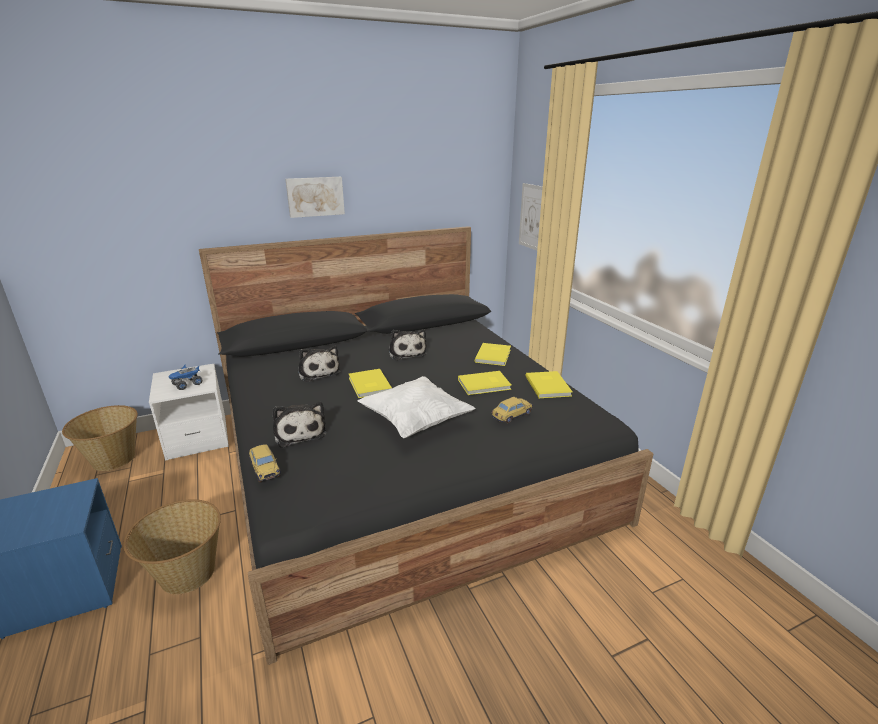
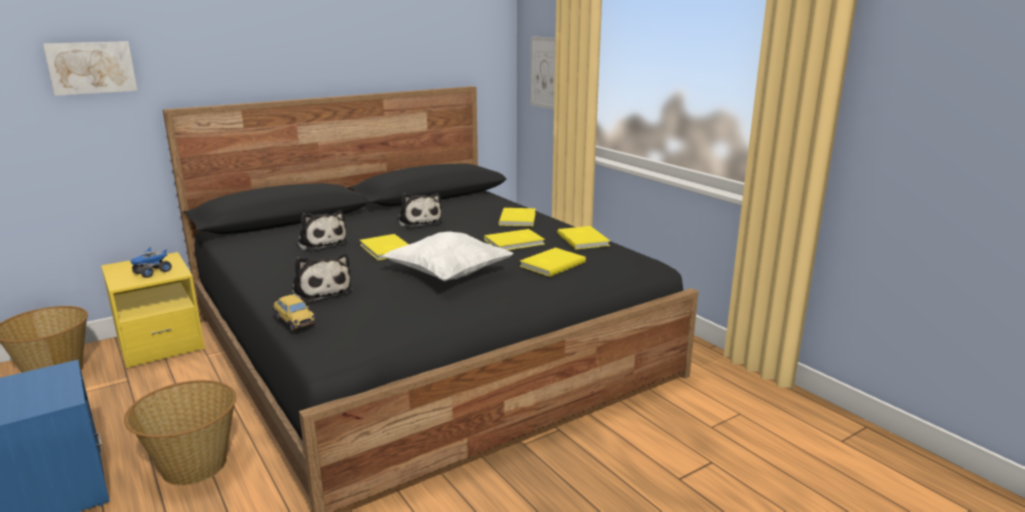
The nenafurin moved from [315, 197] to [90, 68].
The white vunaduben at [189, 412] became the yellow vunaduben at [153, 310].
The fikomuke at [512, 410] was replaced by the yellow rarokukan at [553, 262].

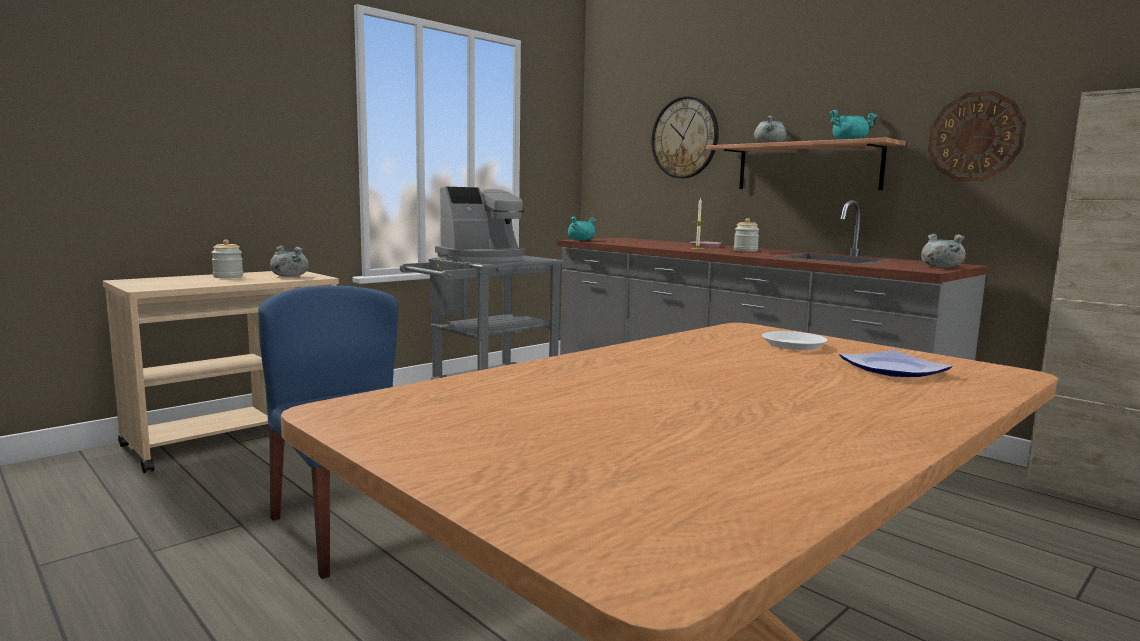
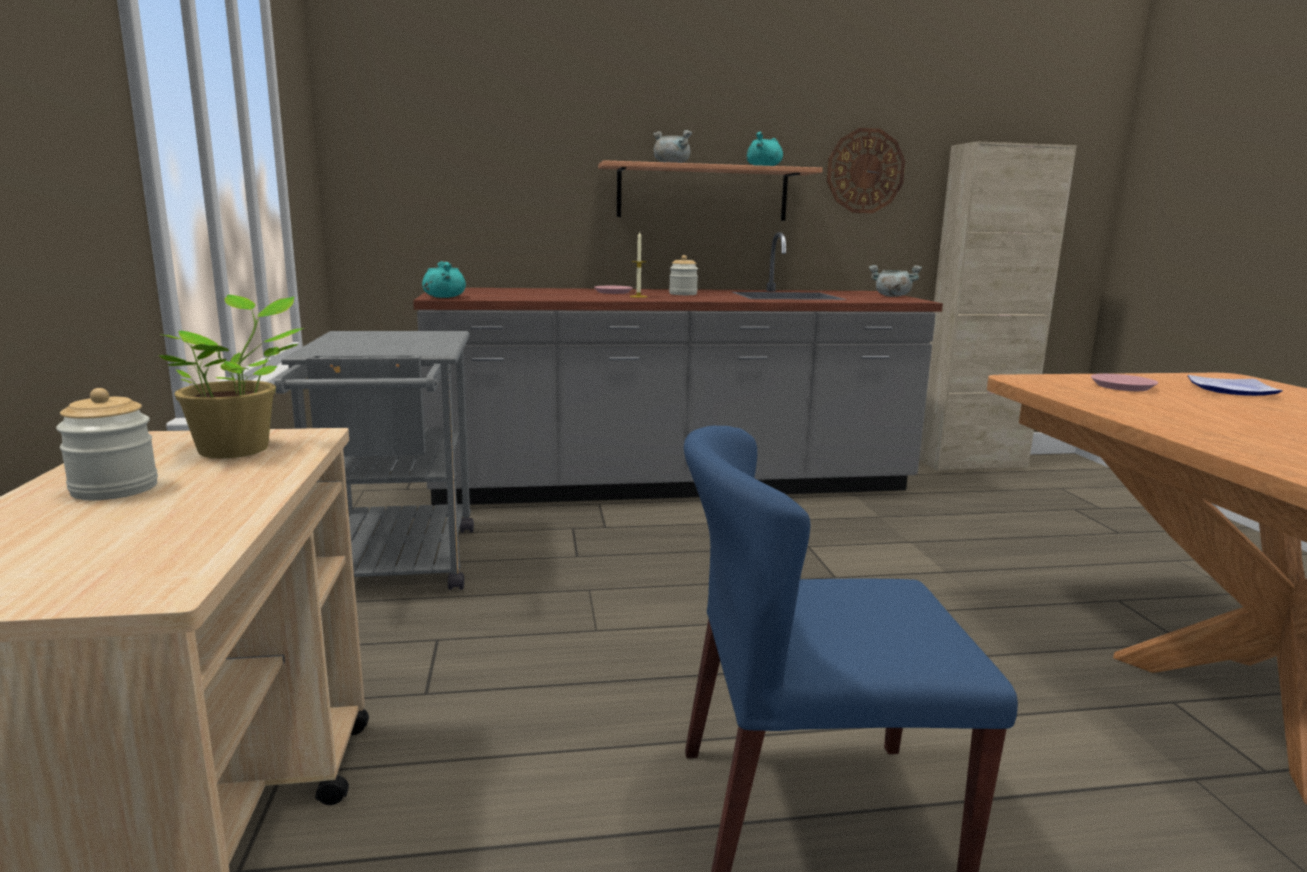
The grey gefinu at [289, 261] was replaced by the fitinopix at [231, 377].
The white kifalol at [794, 340] became the pink kifalol at [1124, 382].
The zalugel at [480, 224] disappeared.
The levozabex at [685, 137] disappeared.

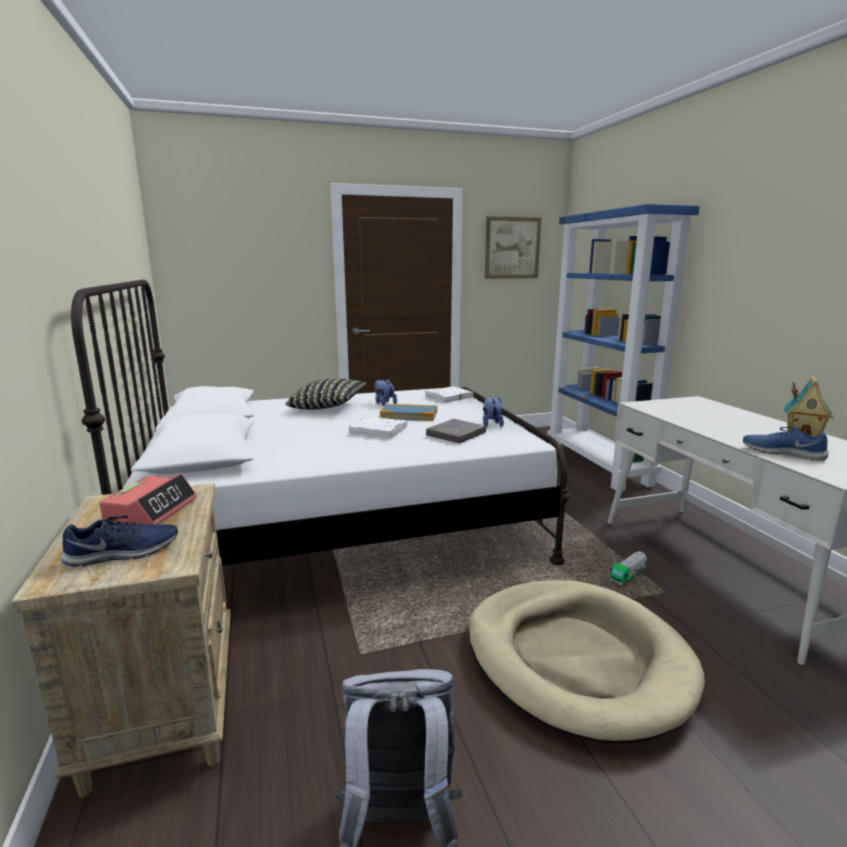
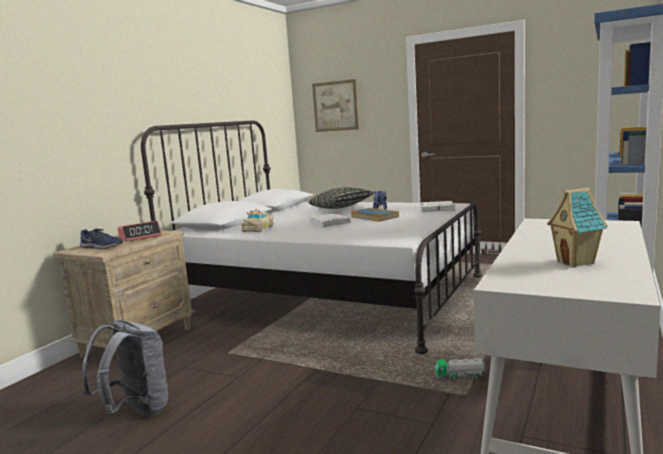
The beige fikomuke at [257, 220] appeared.
The nenafurin moved from [513, 247] to [335, 105].
The grey rarokukan at [456, 431] disappeared.
The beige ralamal at [586, 661] disappeared.
The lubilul at [493, 412] disappeared.
The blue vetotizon at [786, 444] disappeared.

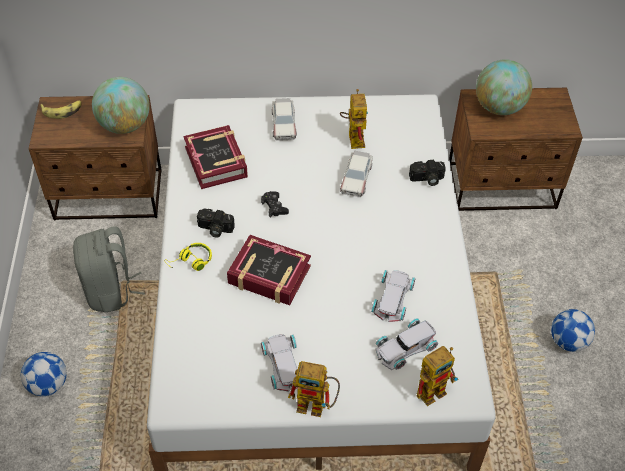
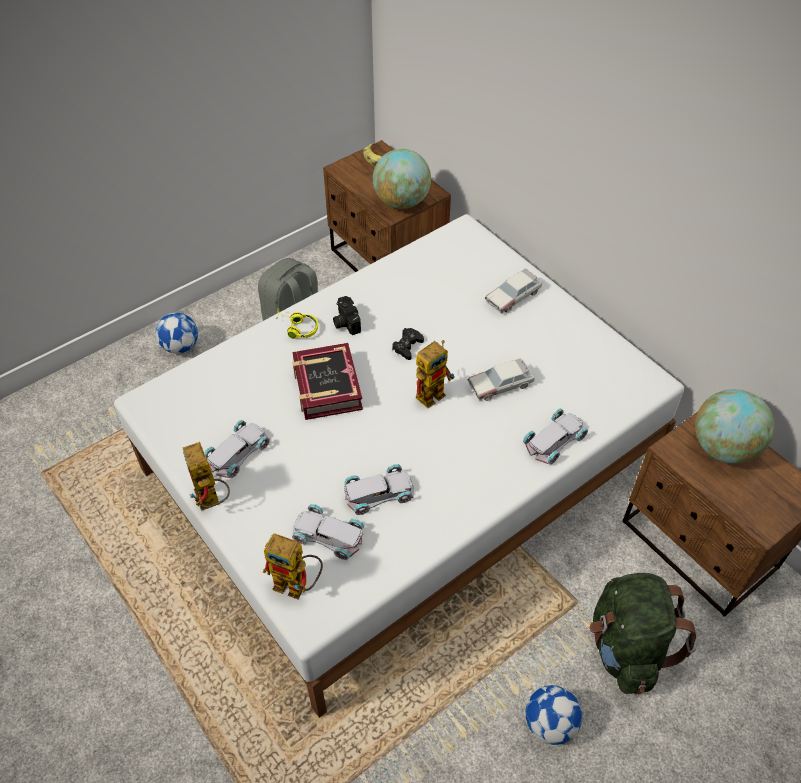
The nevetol moved from [354, 119] to [435, 374].
The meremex at [427, 173] was replaced by the white fikomuke at [555, 436].
The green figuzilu at [642, 633] appeared.
The rarokukan at [215, 157] disappeared.

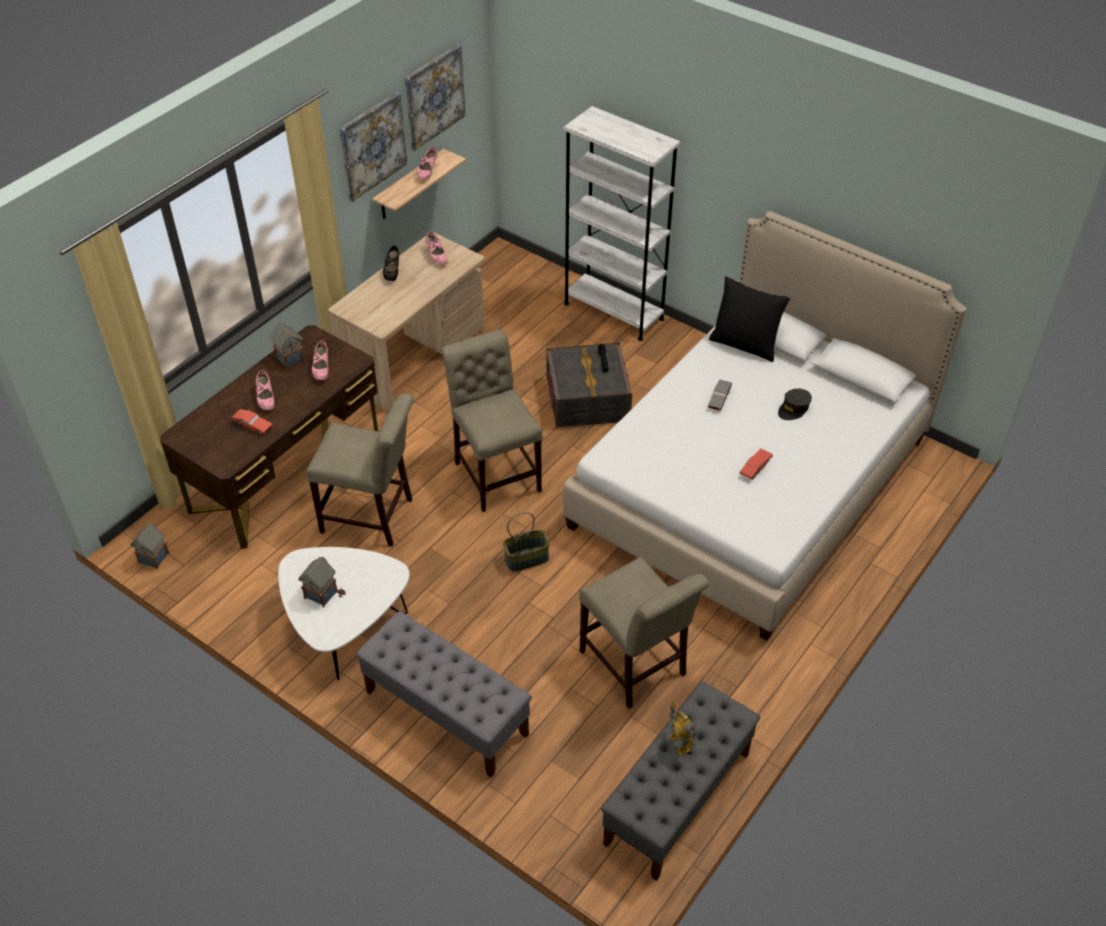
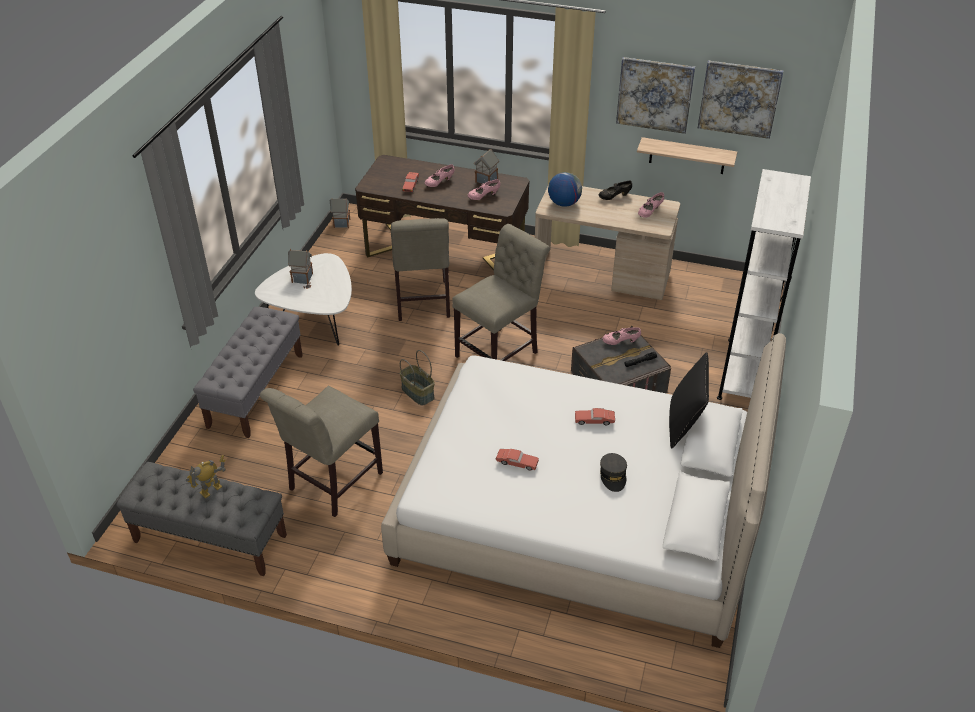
The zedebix at [565, 189] appeared.
The grey fikomuke at [720, 395] became the red fikomuke at [595, 416].
The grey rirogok at [795, 404] turned 120 degrees counterclockwise.
The pink vetotizon moved from [427, 163] to [621, 336].

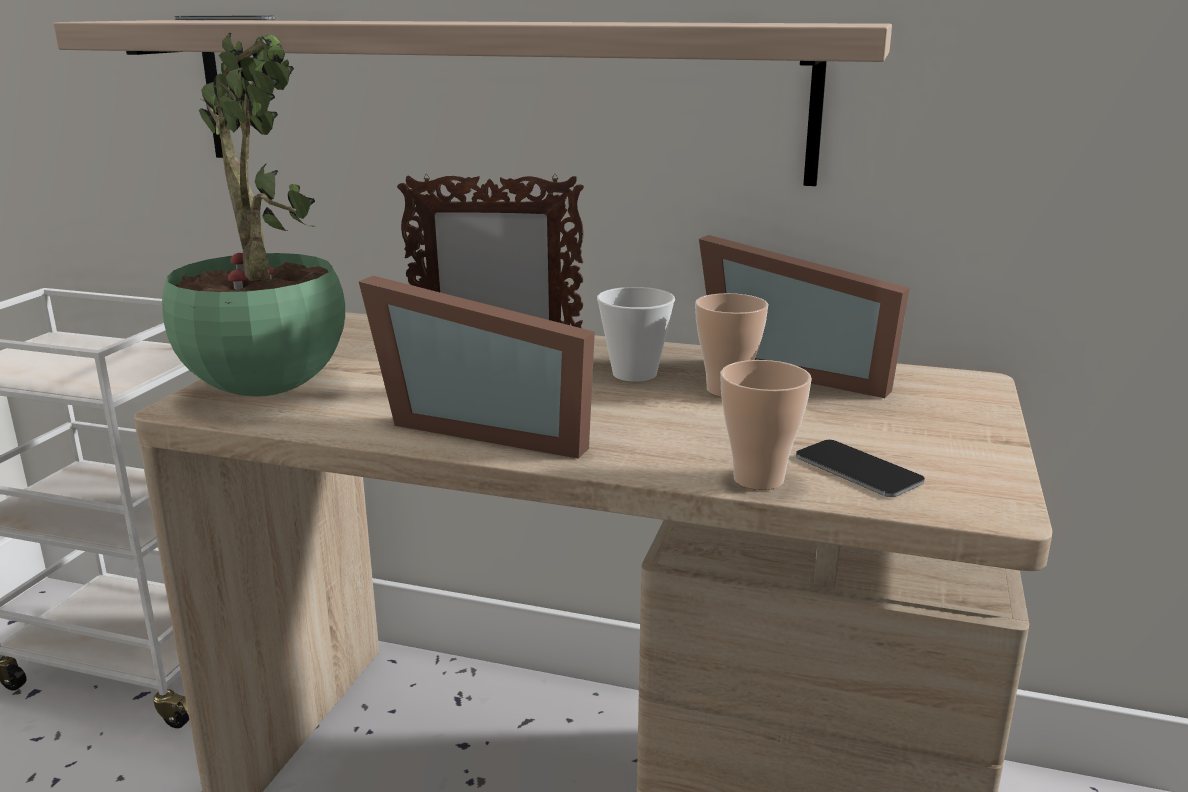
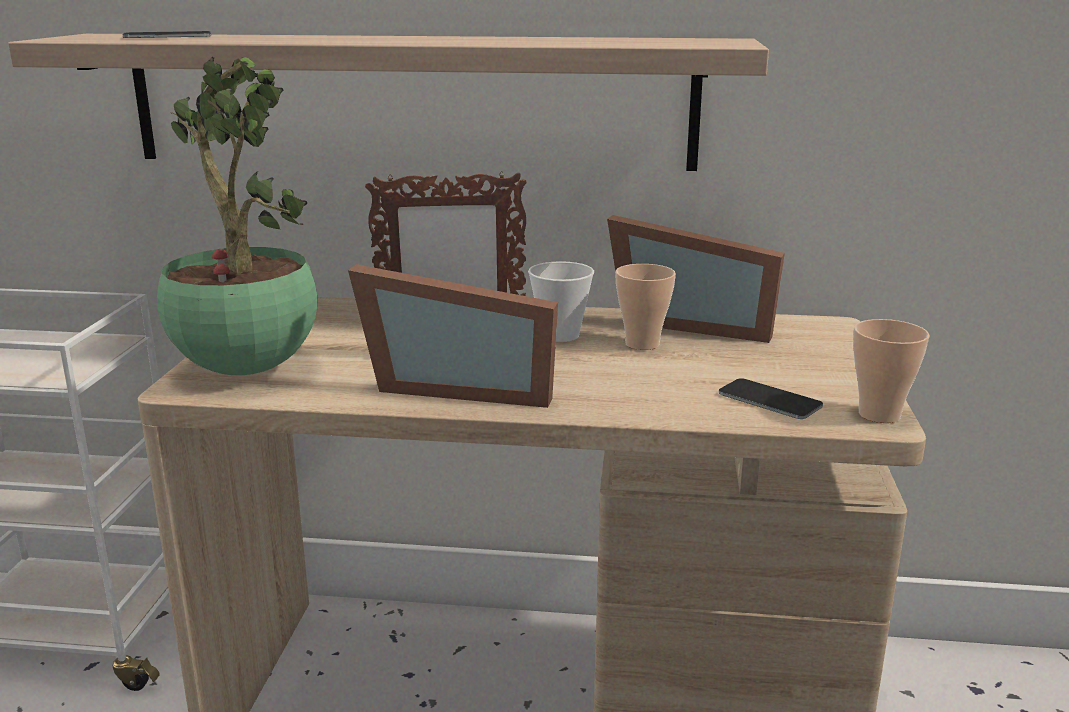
The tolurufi moved from [766, 425] to [891, 371].

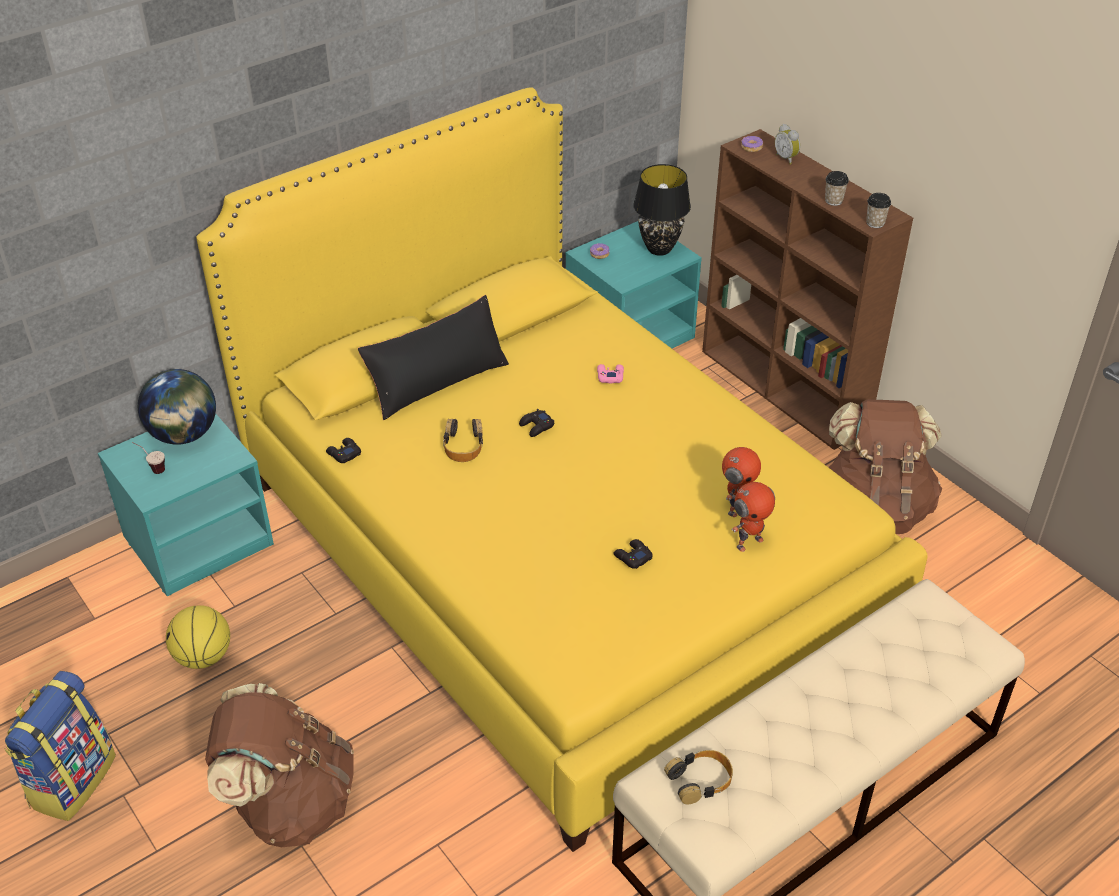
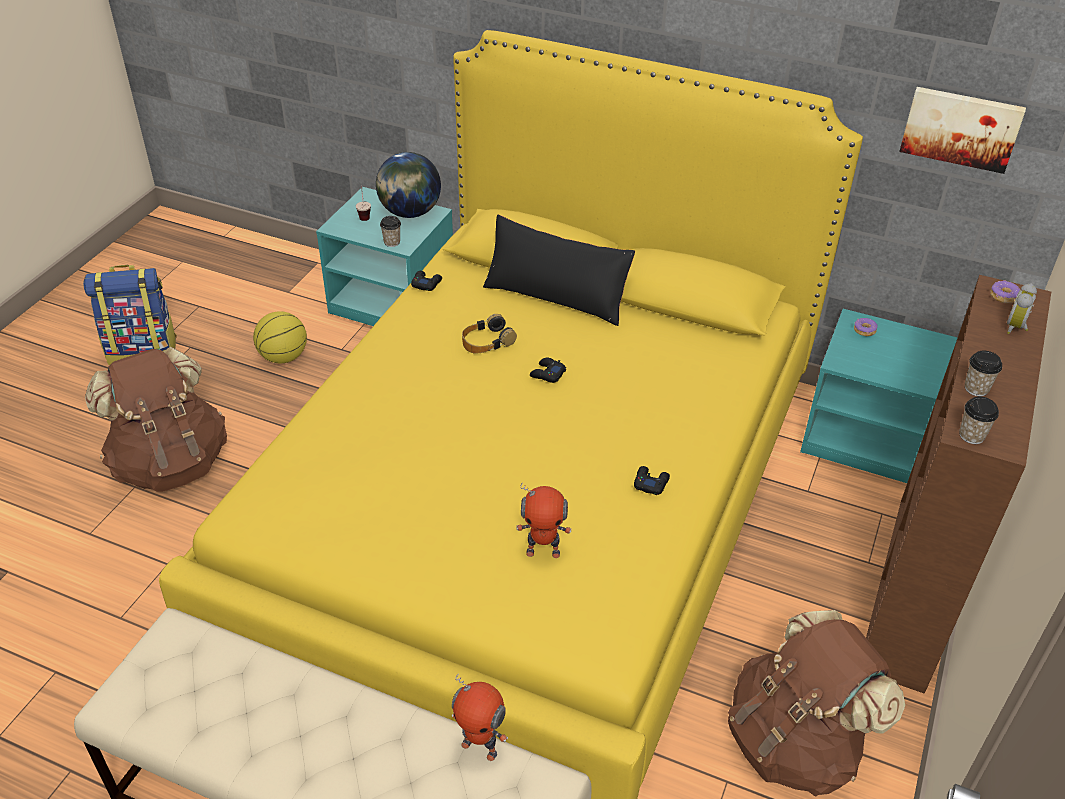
The tolurufi at [390, 231] appeared.
The nevetol moved from [753, 517] to [480, 717].
The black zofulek moved from [633, 554] to [652, 480].
The nenafurin at [962, 130] appeared.
The pink zofulek at [610, 373] disappeared.
The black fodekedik at [662, 210] disappeared.
The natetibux at [698, 777] disappeared.

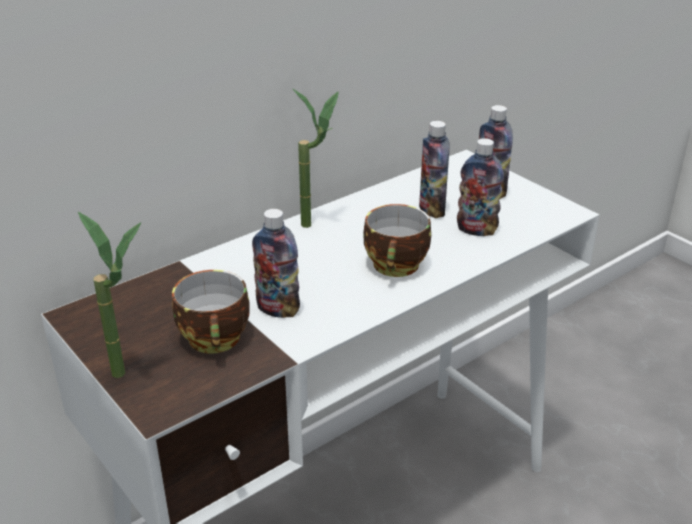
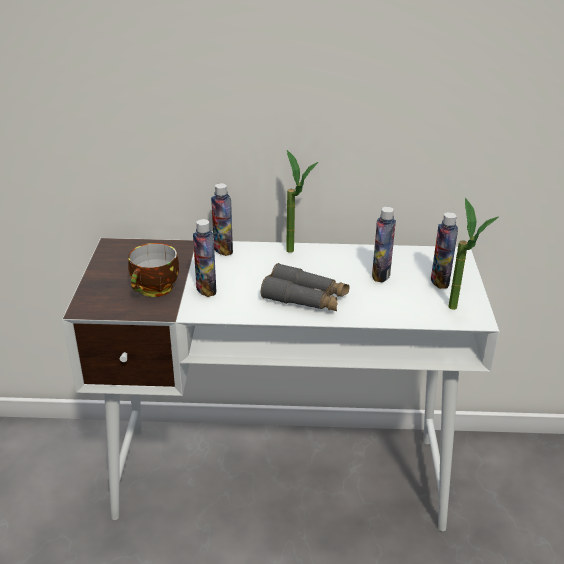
The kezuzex moved from [480, 187] to [222, 219].
The tolurufi at [397, 240] was replaced by the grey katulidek at [305, 287].
The fitinopix moved from [109, 295] to [473, 254].

